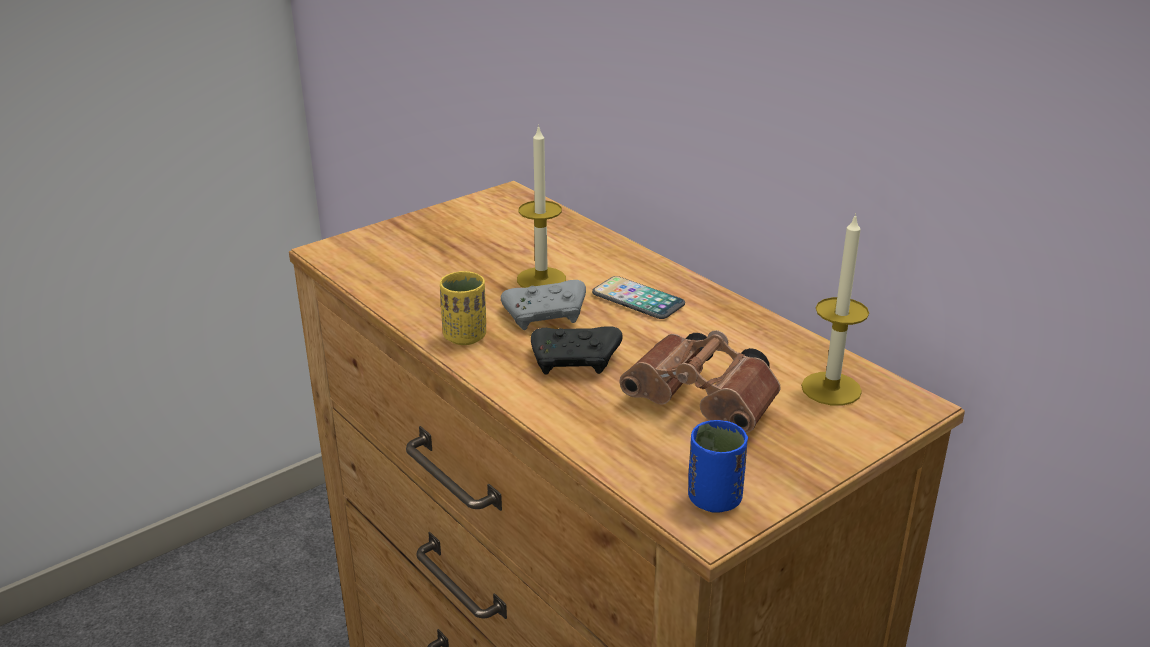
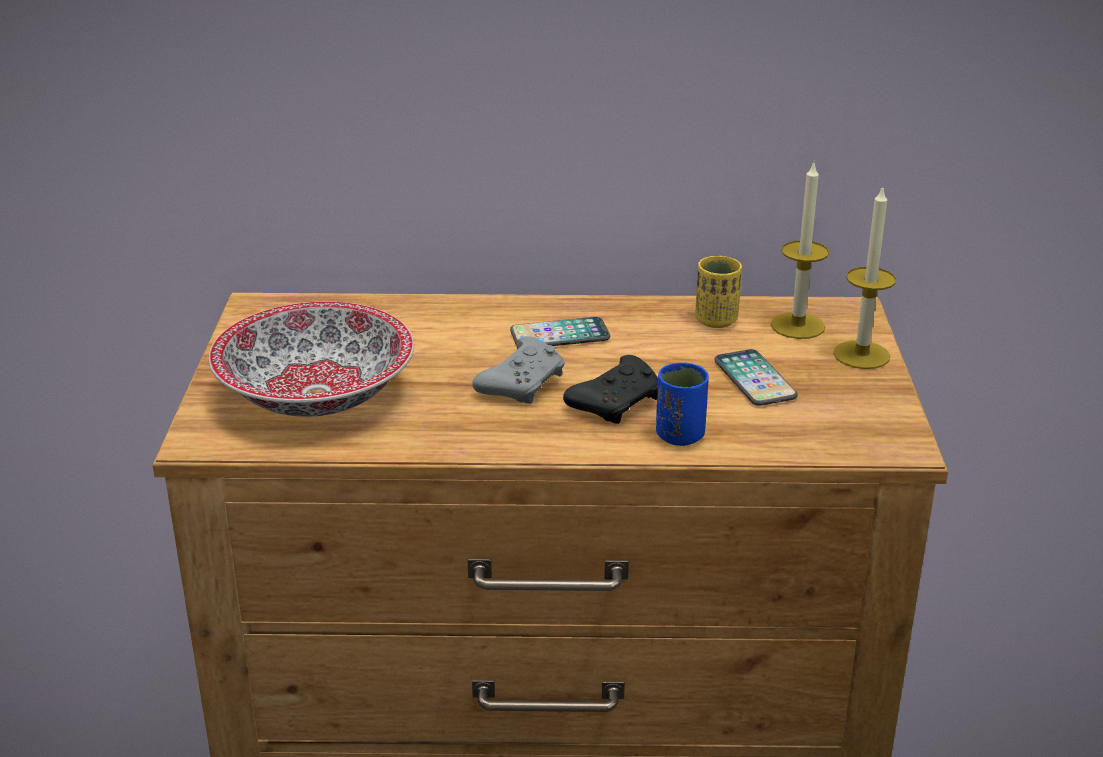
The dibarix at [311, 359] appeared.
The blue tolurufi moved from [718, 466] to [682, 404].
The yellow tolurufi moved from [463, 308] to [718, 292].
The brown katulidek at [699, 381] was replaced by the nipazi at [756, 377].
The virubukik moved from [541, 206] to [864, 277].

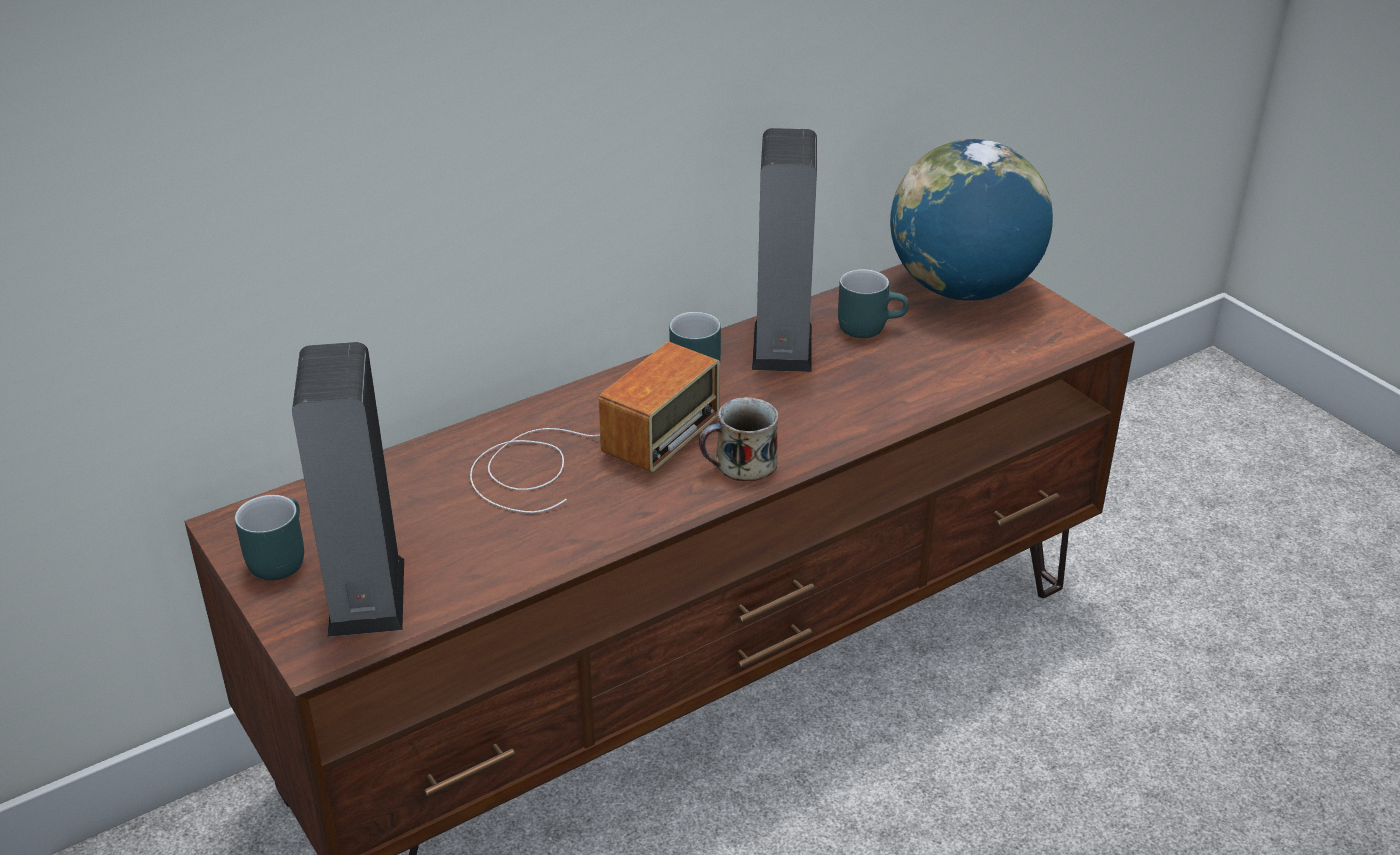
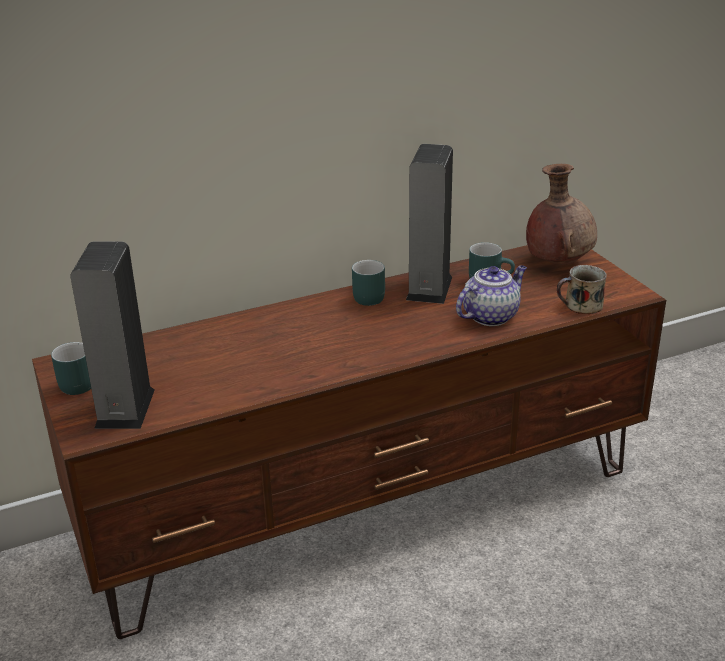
The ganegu at [491, 295] appeared.
The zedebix at [971, 220] was replaced by the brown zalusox at [561, 214].
The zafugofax moved from [739, 439] to [582, 289].
The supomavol at [595, 427] disappeared.

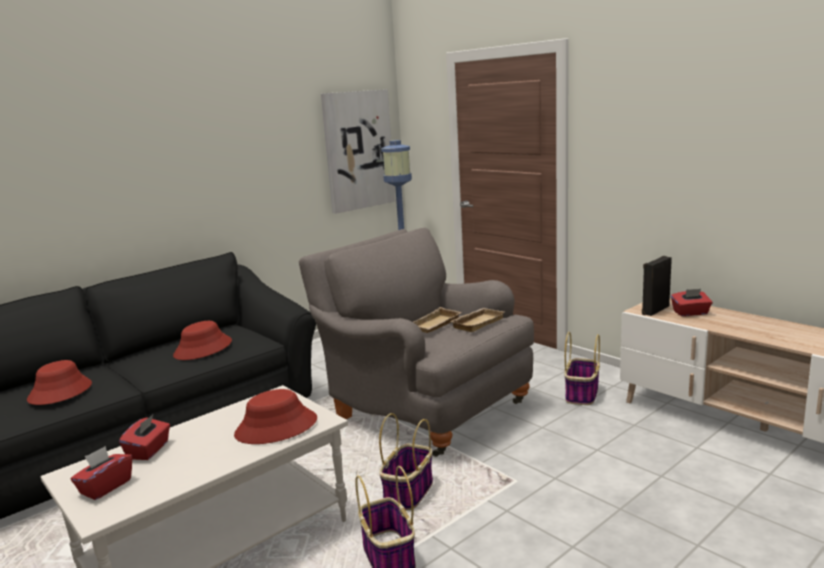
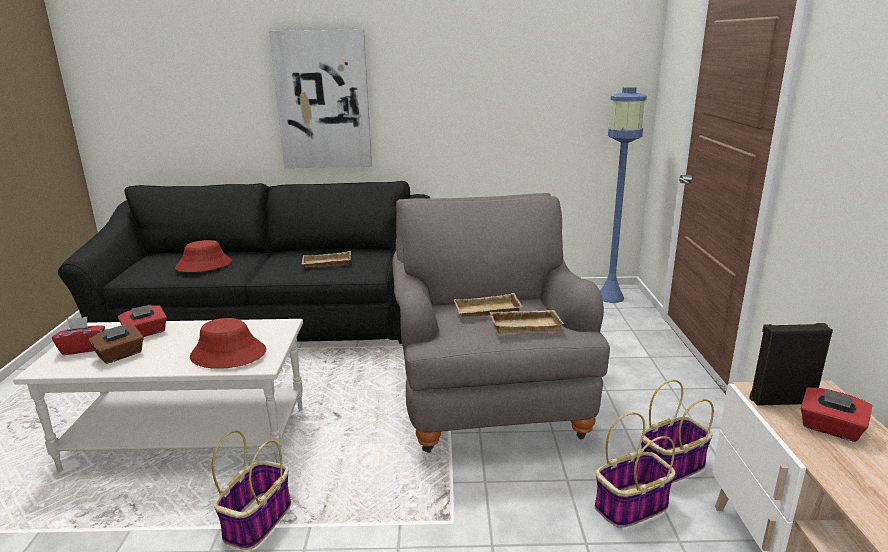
The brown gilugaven at [116, 344] appeared.
The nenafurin moved from [358, 151] to [320, 98].
The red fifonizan at [202, 340] was replaced by the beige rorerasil at [326, 259].
The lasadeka moved from [406, 462] to [634, 470].

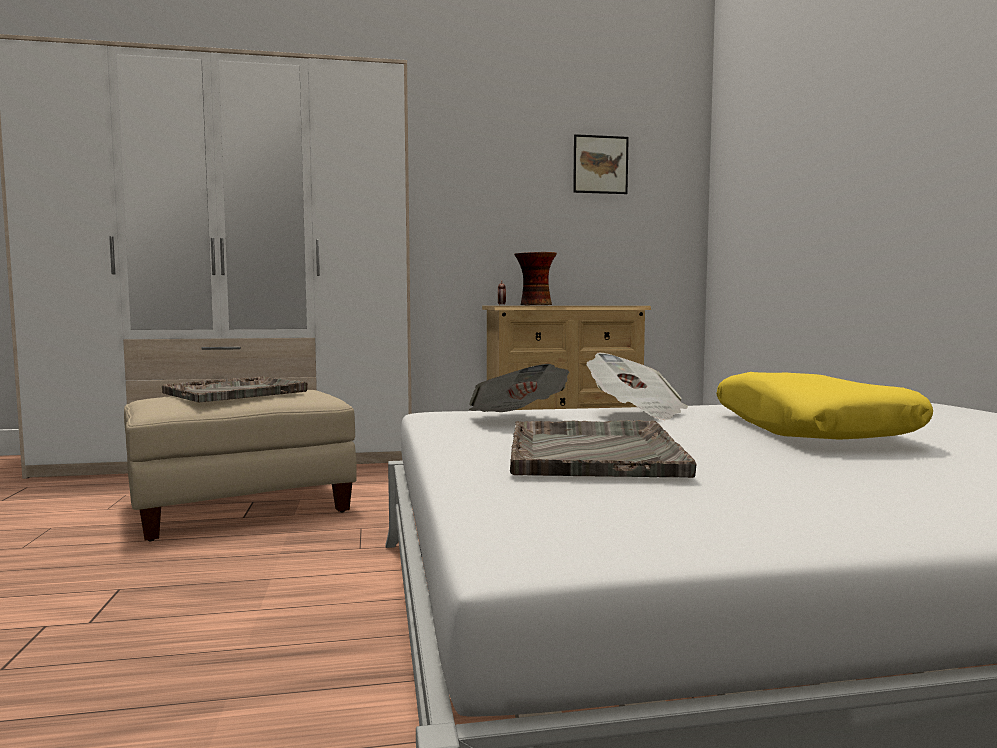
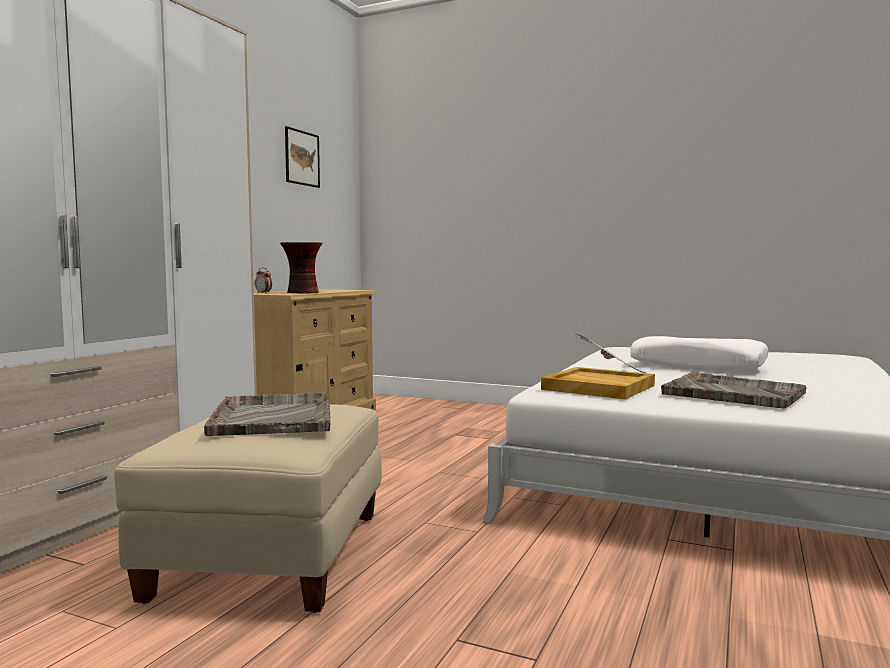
The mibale at [519, 388] was replaced by the beige rorerasil at [598, 383].
The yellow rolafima at [824, 406] became the white rolafima at [699, 354].

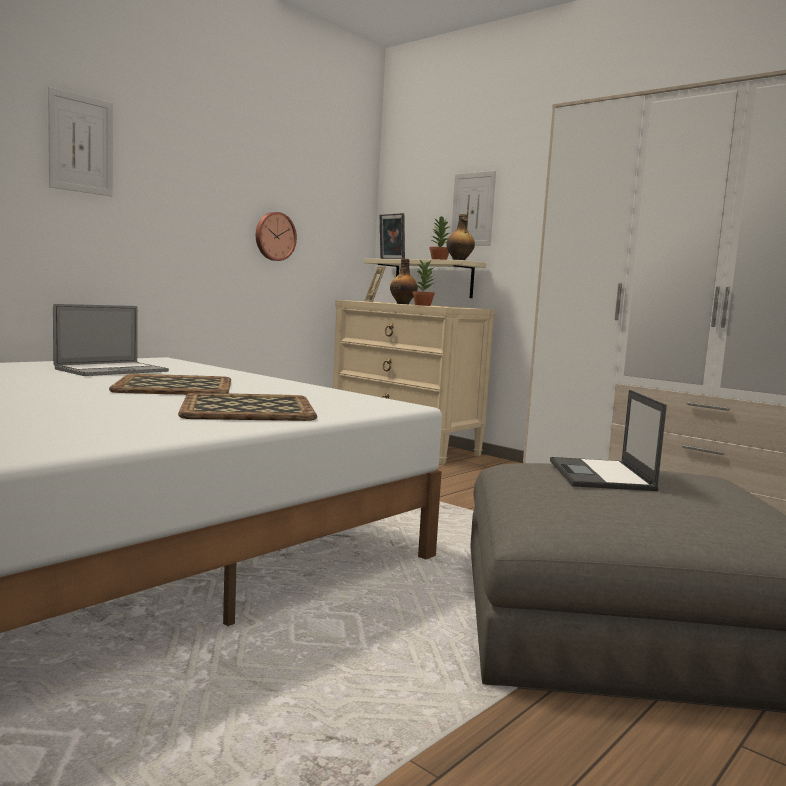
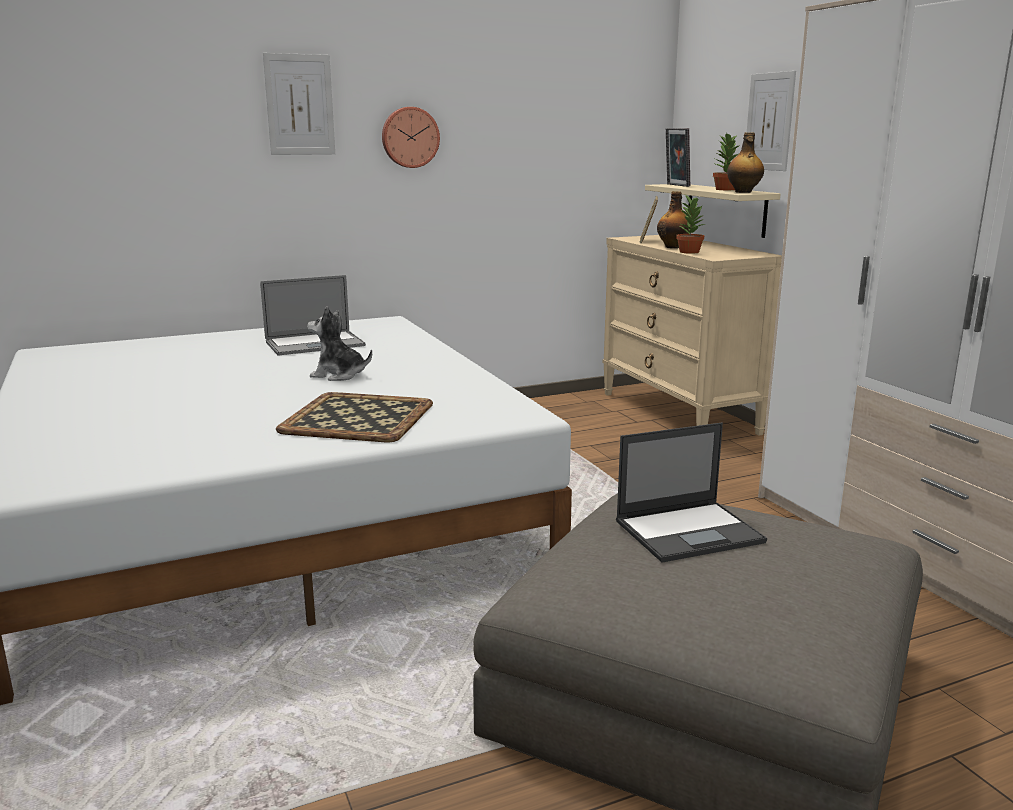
The rorerasil at [170, 384] was replaced by the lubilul at [339, 343].
The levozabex moved from [276, 236] to [411, 137].
The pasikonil at [608, 440] turned 135 degrees counterclockwise.

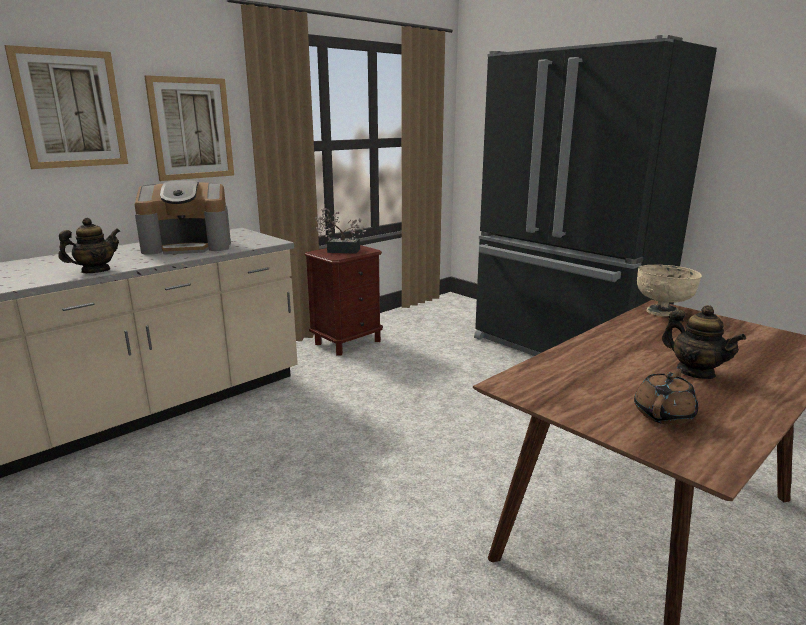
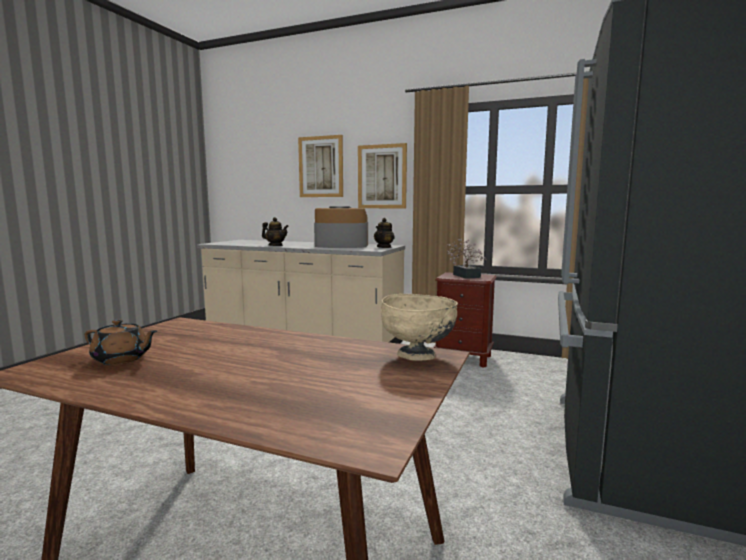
The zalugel at [183, 217] turned 135 degrees clockwise.
The ganegu moved from [704, 342] to [384, 233].

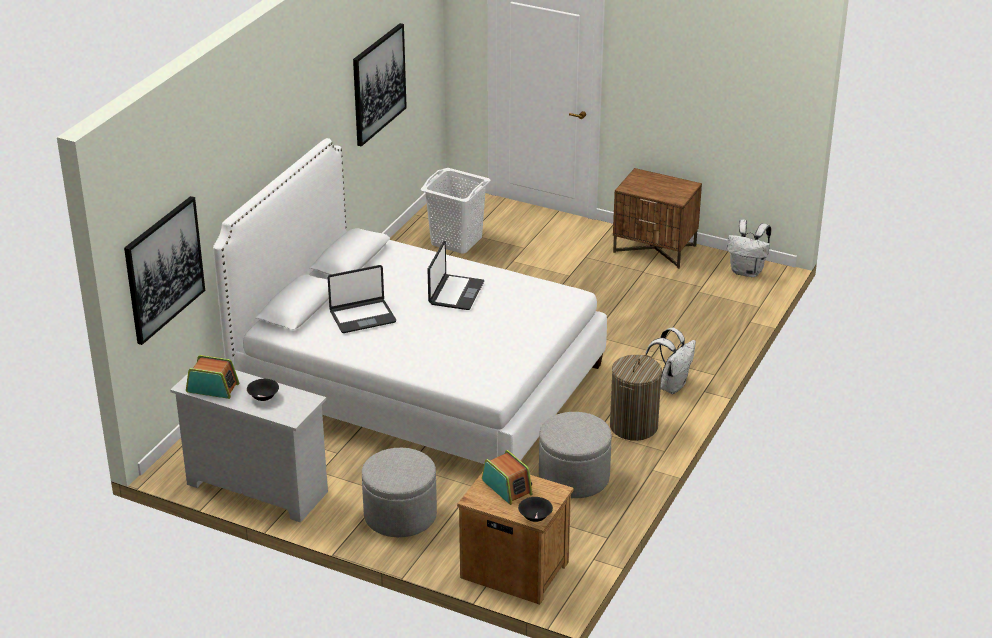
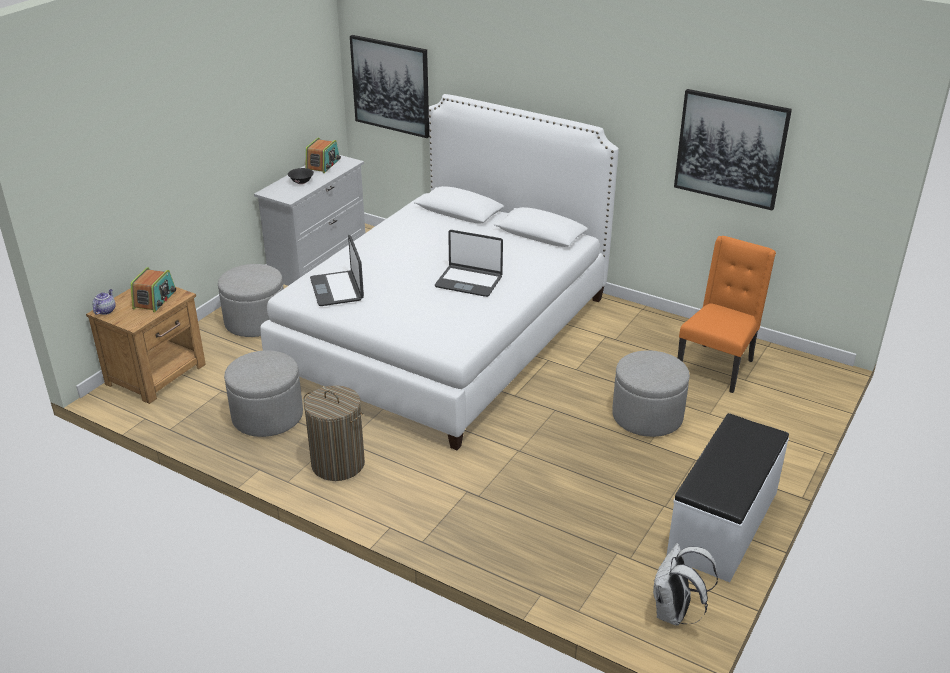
The black dibarix at [535, 509] was replaced by the ganegu at [104, 302].
The supomavol at [507, 477] turned 45 degrees counterclockwise.
The pasikonil moved from [362, 299] to [337, 270].
The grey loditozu at [651, 393] appeared.
The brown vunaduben at [657, 218] was replaced by the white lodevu at [727, 498].
The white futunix at [455, 211] was replaced by the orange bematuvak at [727, 314].
The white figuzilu at [670, 361] disappeared.

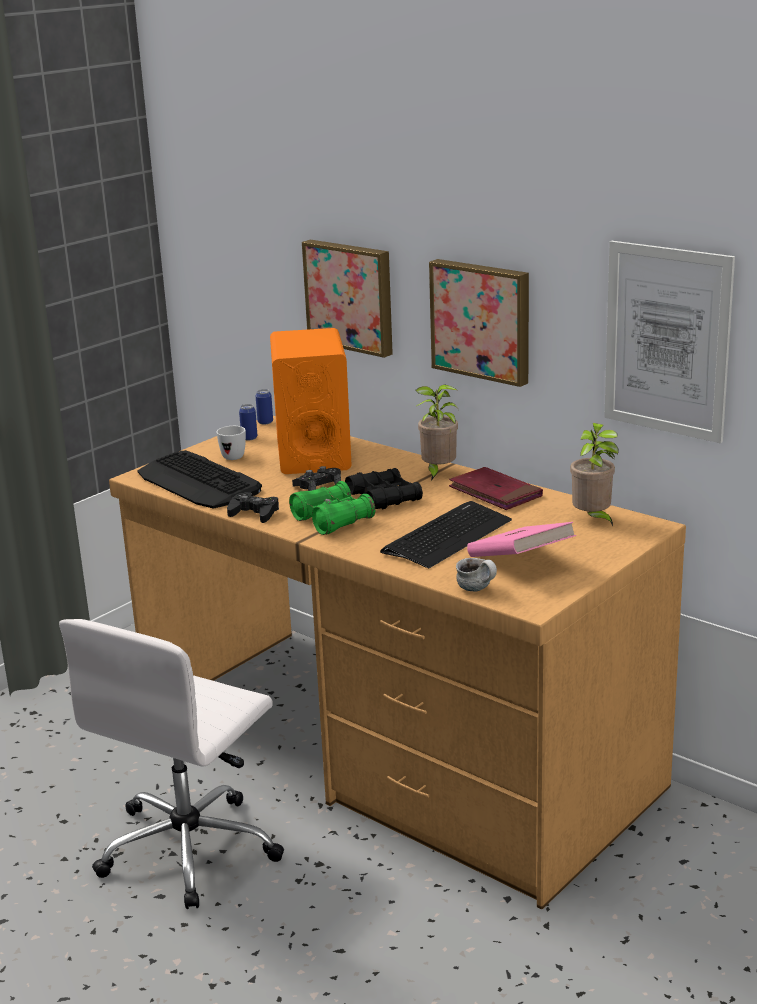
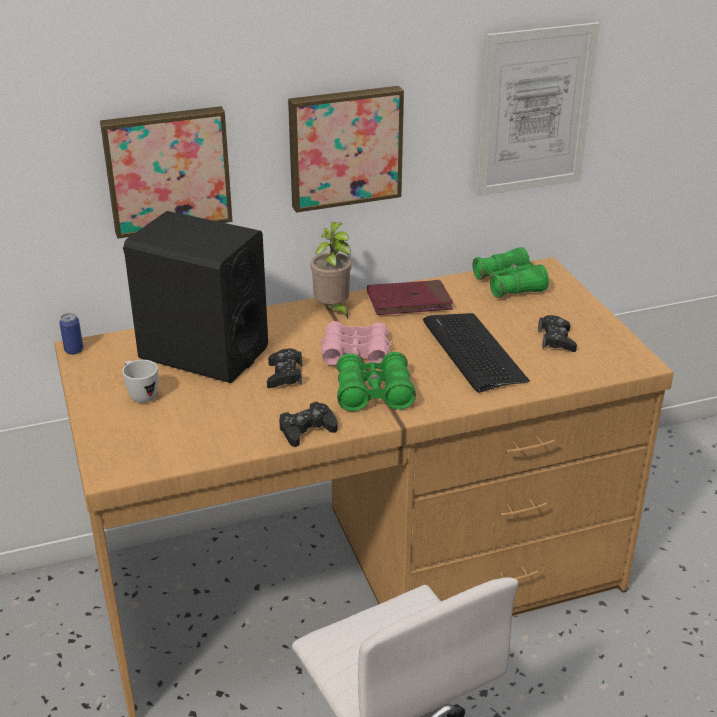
The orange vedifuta at [311, 401] became the black vedifuta at [195, 297].
The black katulidek at [384, 488] became the pink katulidek at [356, 343].
The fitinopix at [594, 474] was replaced by the green katulidek at [511, 272].
The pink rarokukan at [521, 539] was replaced by the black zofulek at [557, 333].
The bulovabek at [199, 479] disappeared.
The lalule at [248, 422] disappeared.
The zafugofax at [476, 574] disappeared.

